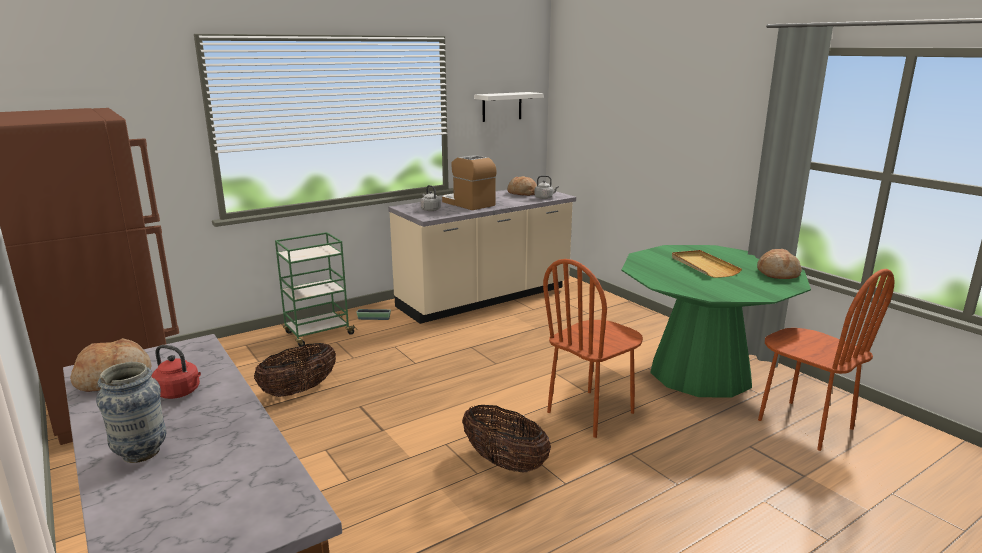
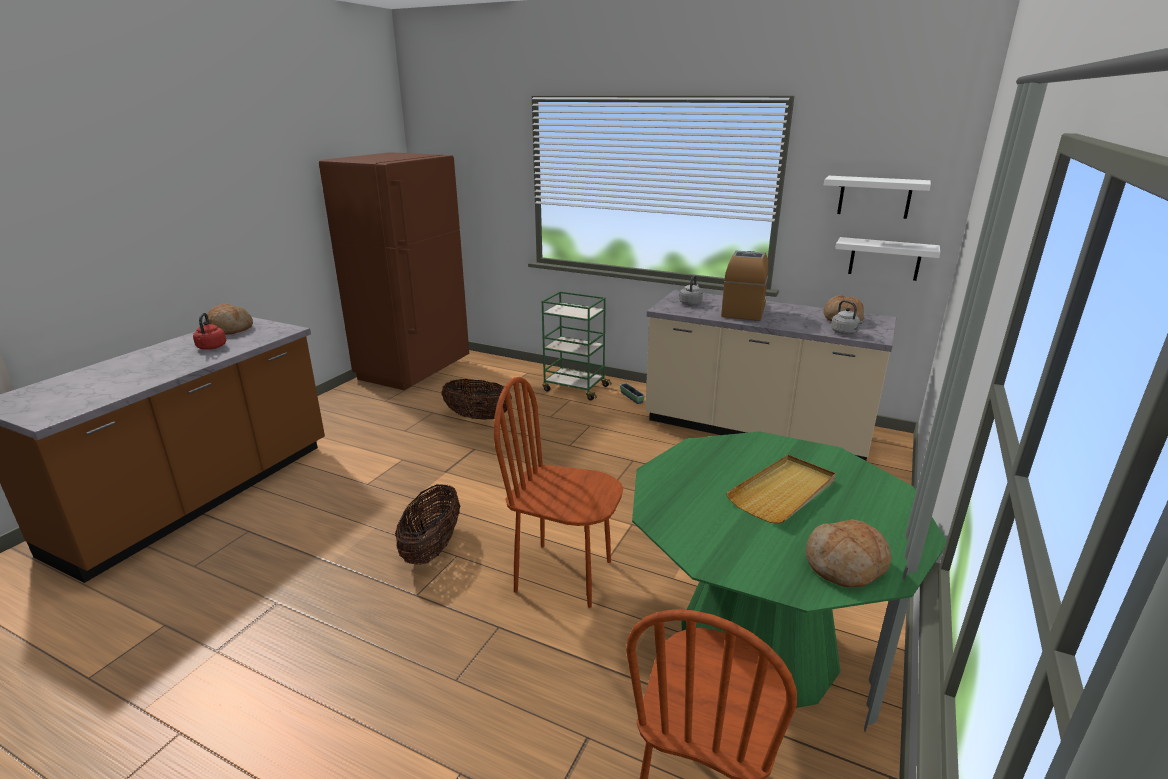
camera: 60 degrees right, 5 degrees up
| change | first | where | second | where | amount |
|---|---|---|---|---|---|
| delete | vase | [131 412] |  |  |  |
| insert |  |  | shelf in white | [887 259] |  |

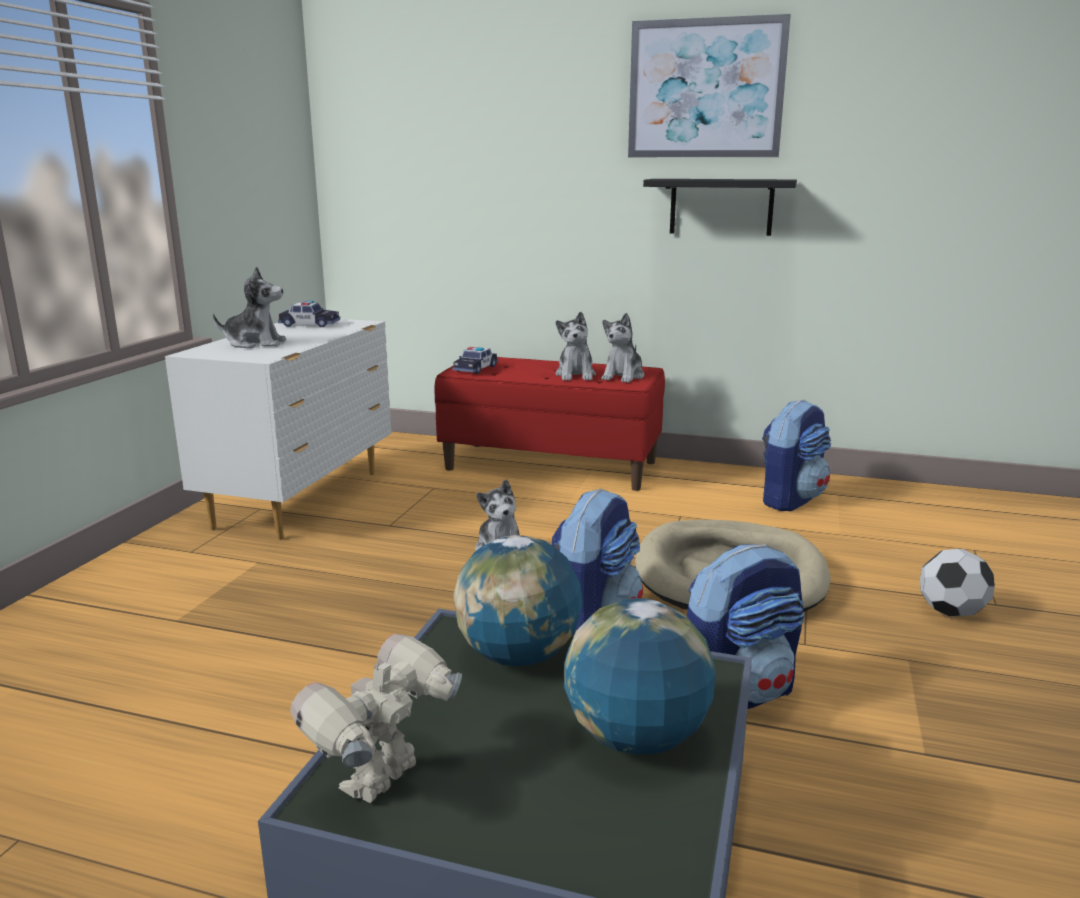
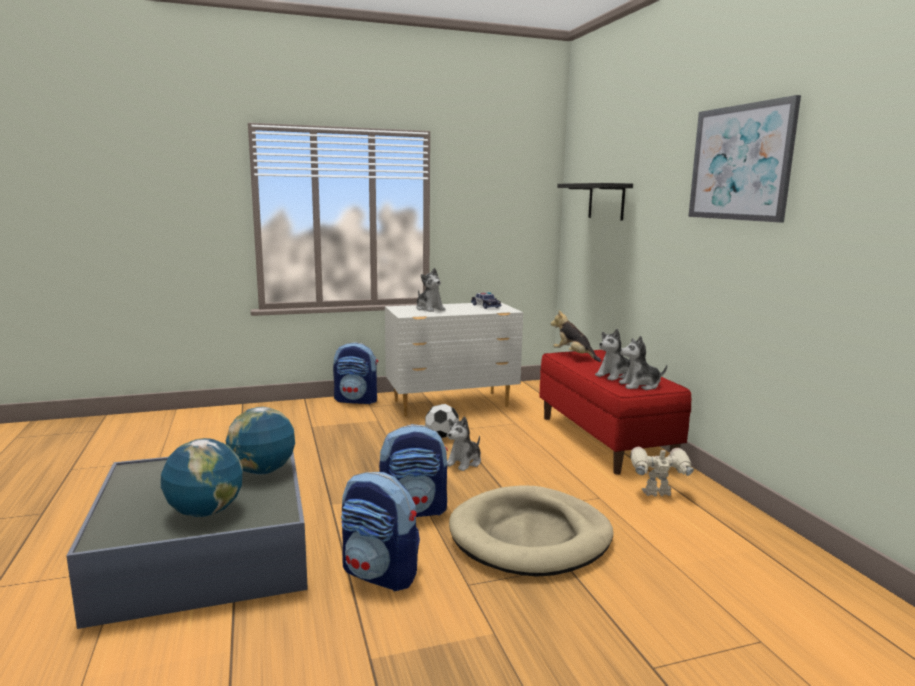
camera: 55 degrees right, 5 degrees down
| change | first | where | second | where | amount |
|---|---|---|---|---|---|
| move | shelf in black | [720 207] |  | [595 202] |  |
| replace | toy car | [475 360] | plush toy | [576 336] |  |
| move | backpack | [796 455] |  | [355 373] |  |
| move | football | [957 582] |  | [442 421] |  |
| move | toy robot | [376 718] |  | [662 471] |  |

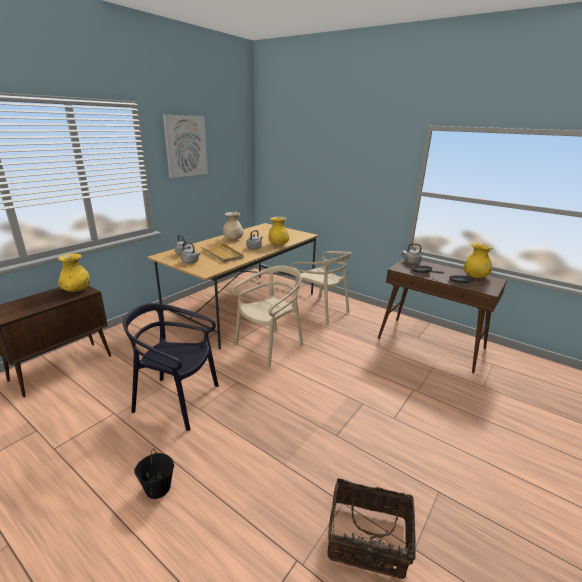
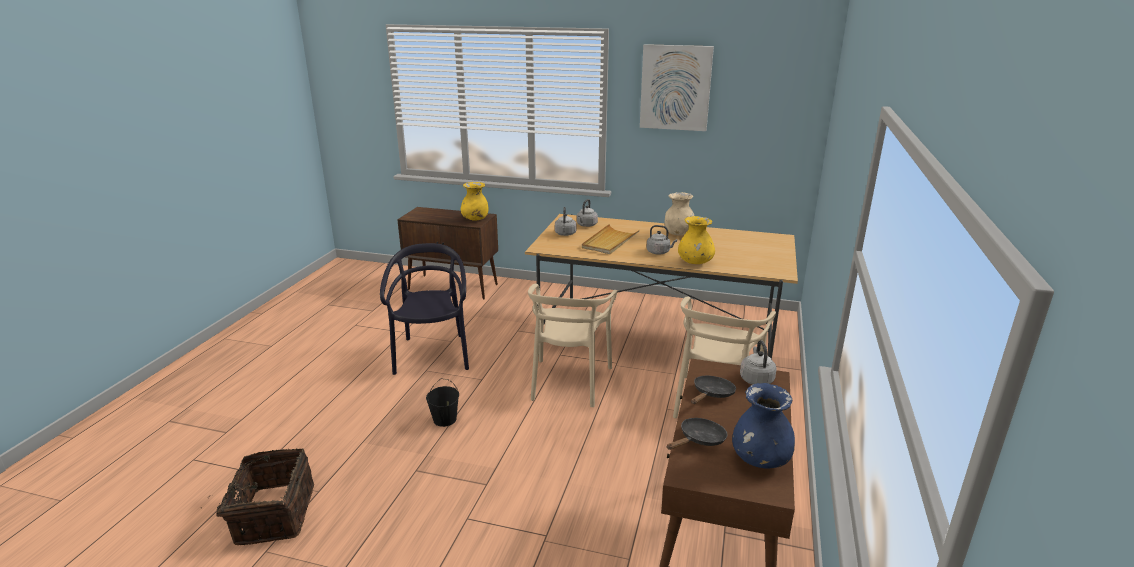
camera: 70 degrees right, 0 degrees up
| change | first | where | second | where | amount |
|---|---|---|---|---|---|
| recolor | vase in yellow | [479 260] | vase in blue | [763 426] |  |
| rotate | chair in beige | [267 316] |  | [572 345] | 75 degrees clockwise |
| move | bucket in black | [154 474] |  | [442 402] |  |

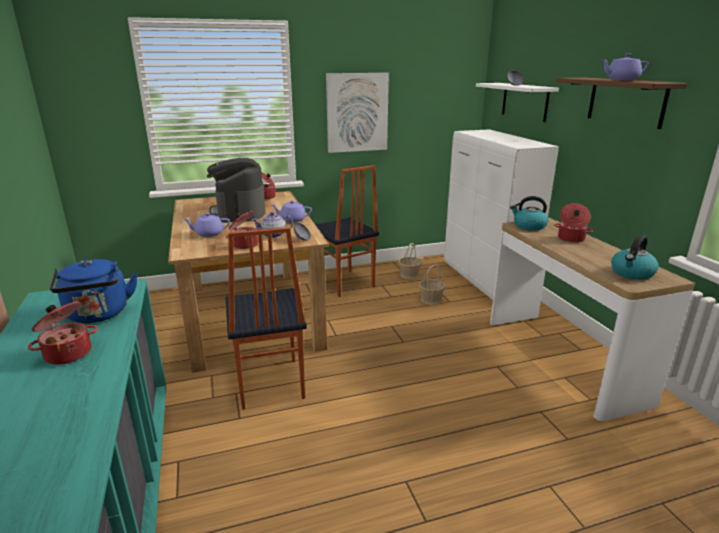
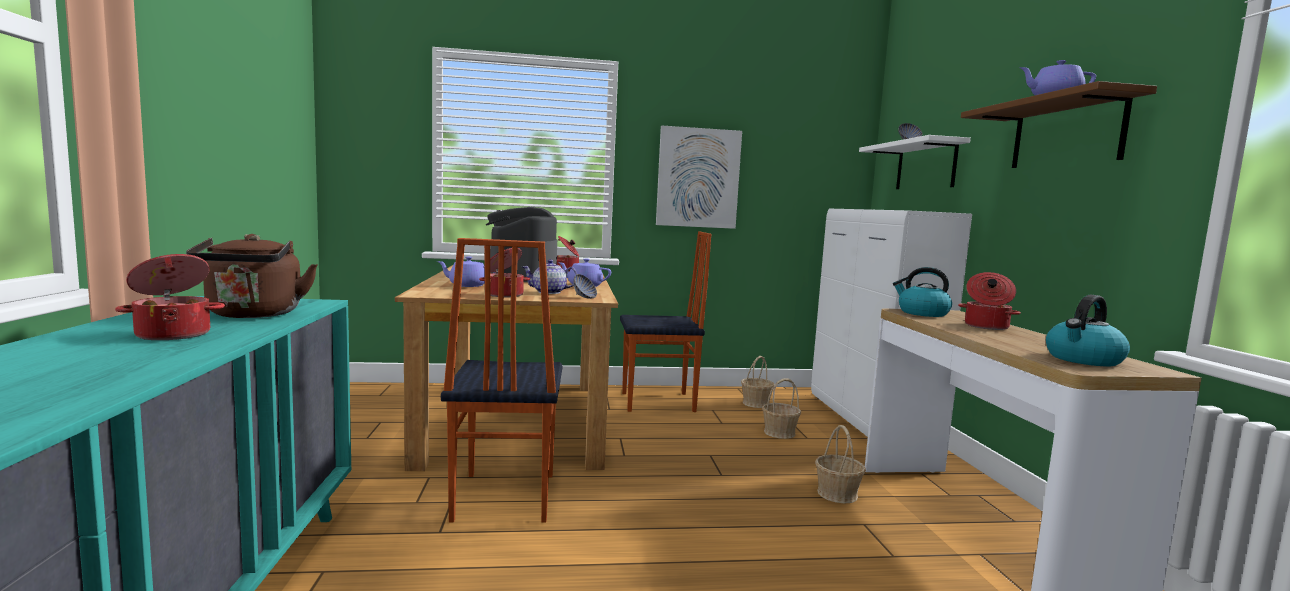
camera: 10 degrees right, 15 degrees down
| change | first | where | second | where | amount |
|---|---|---|---|---|---|
| rotate | chair | [347 231] |  | [666 321] | 75 degrees counterclockwise |
| recolor | kettle in blue | [93 291] | kettle in brown | [252 276] |  |
| insert |  |  | basket | [840 464] |  |

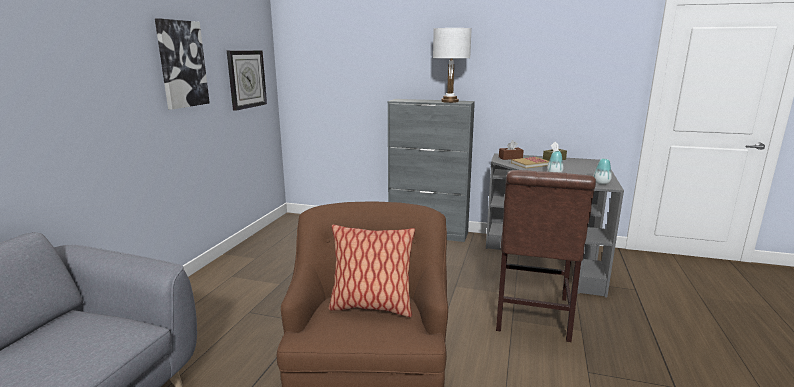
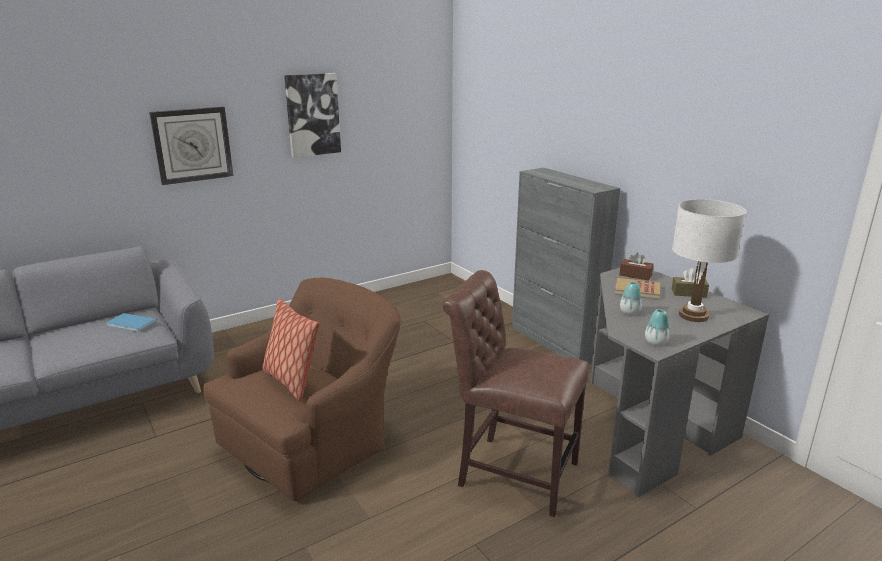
camera: 40 degrees right, 5 degrees up
| change | first | where | second | where | amount |
|---|---|---|---|---|---|
| move | table lamp in white | [452 65] |  | [709 260] |  |
| move | wall clock | [247 80] |  | [191 146] |  |
| rotate | chair in brown | [546 256] |  | [515 393] | 60 degrees clockwise |
| insert |  |  | book in blue | [131 322] |  |

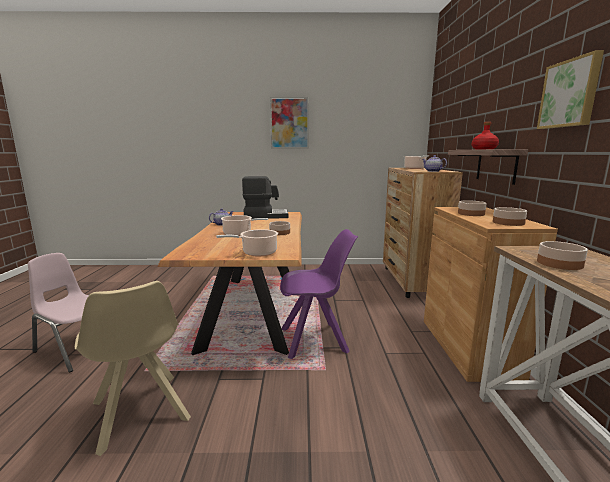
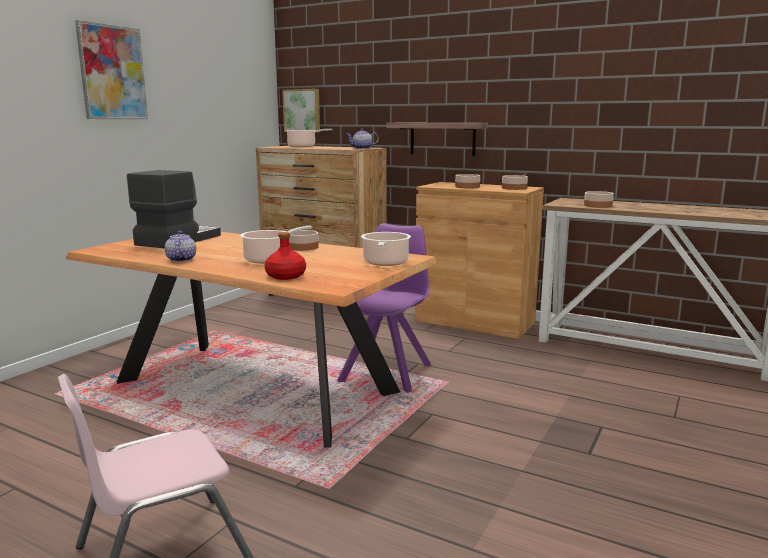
camera: 60 degrees left, 0 degrees up
| change | first | where | second | where | amount |
|---|---|---|---|---|---|
| move | picture | [570 89] |  | [301 110] |  |
| move | bottle in red | [485 135] |  | [285 256] |  |
| delete | chair in beige | [133 368] |  |  |  |

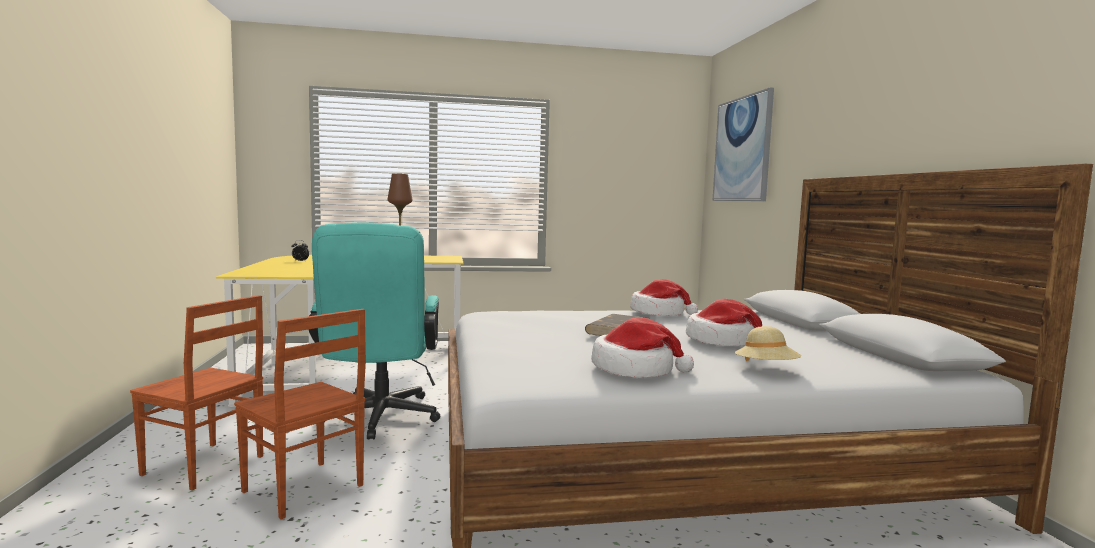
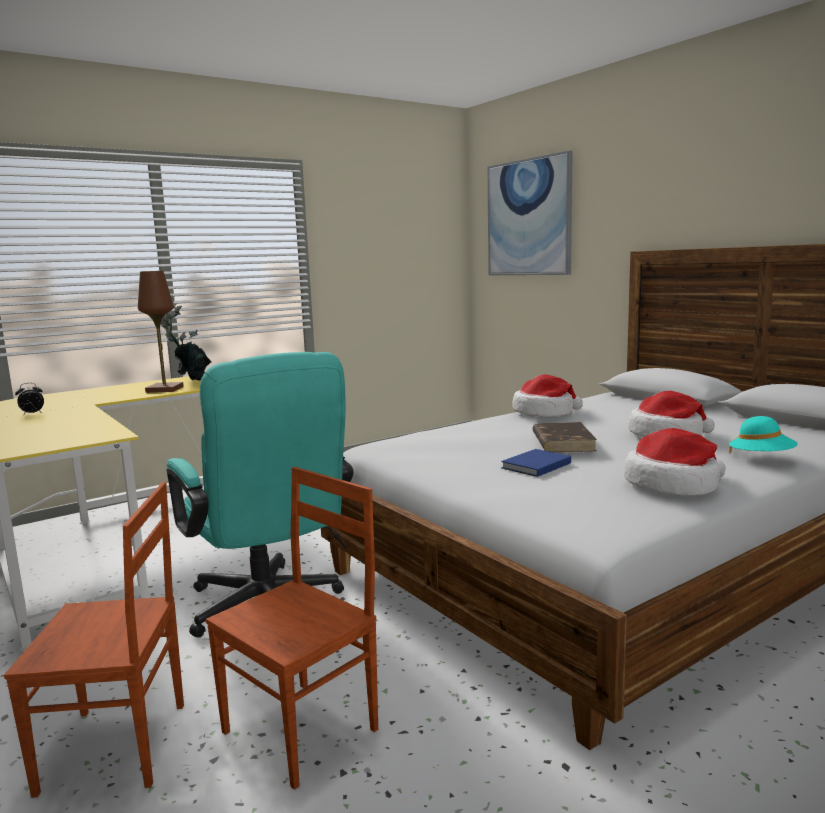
camera: 25 degrees left, 5 degrees up
| change | first | where | second | where | amount |
|---|---|---|---|---|---|
| rotate | chair in brown | [300 414] |  | [291 628] | 60 degrees counterclockwise |
| recolor | hat in beige | [768 343] | hat in turquoise | [763 434] |  |
| insert |  |  | potted plant | [186 338] |  |
| insert |  |  | book in blue | [536 463] |  |

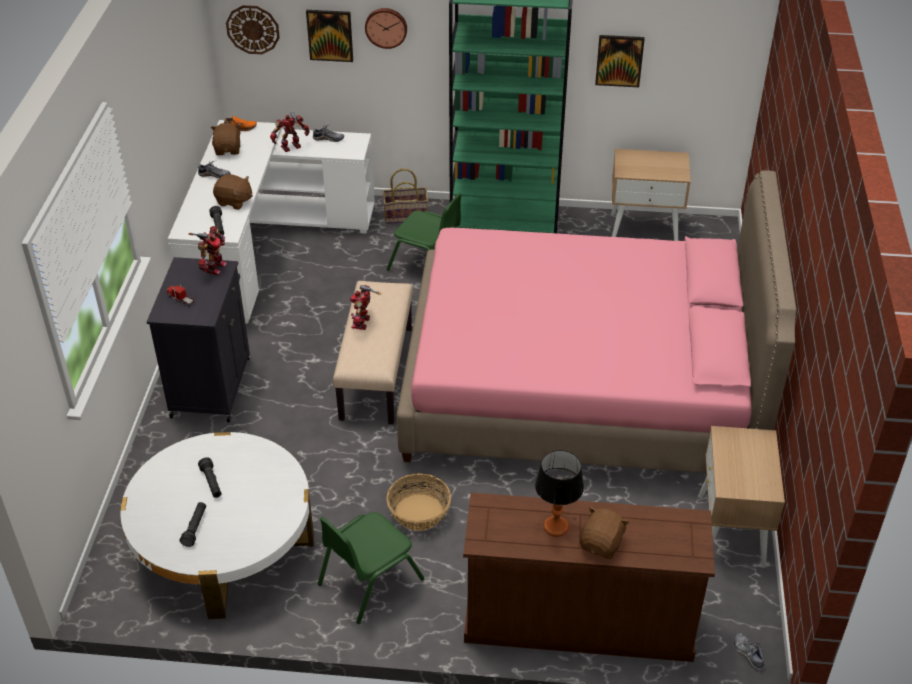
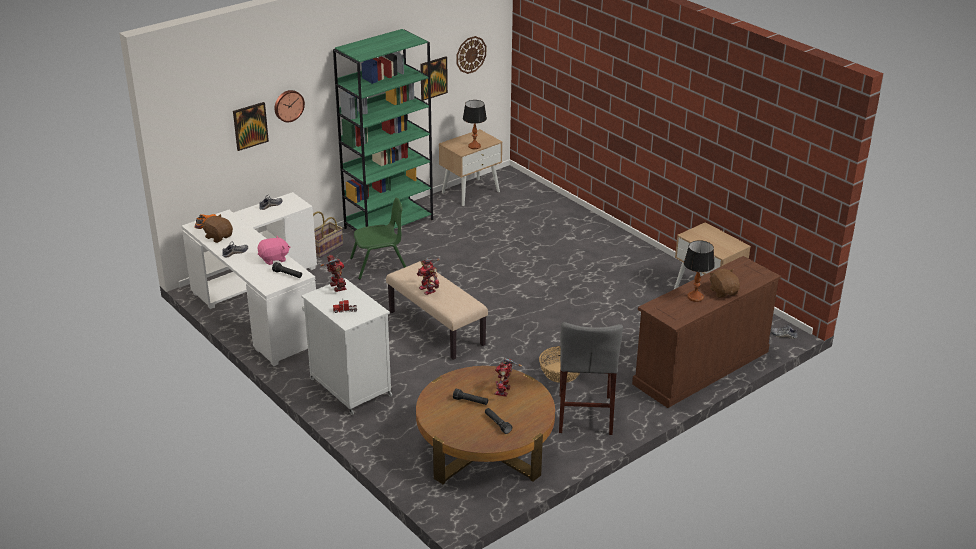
camera: 45 degrees left, 10 degrees down
| change | first | where | second | where | amount |
|---|---|---|---|---|---|
| move | wall clock | [253 29] |  | [471 55] |  |
| move | toy robot | [290 132] |  | [508 377] |  |
| delete | bed in pink | [597 321] |  |  |  |
| recolor | plush toy in brown | [233 192] | plush toy in pink | [274 250] |  |
| recolor | cabinet in black | [198 339] | cabinet in white | [346 346] |  |
| recolor | coffee table in white | [217 525] | coffee table in brown | [485 425] |  |
| replace | chair in green | [371 568] | stool in grey | [591 378] |  |
| insert |  |  | table lamp | [475 124] |  |

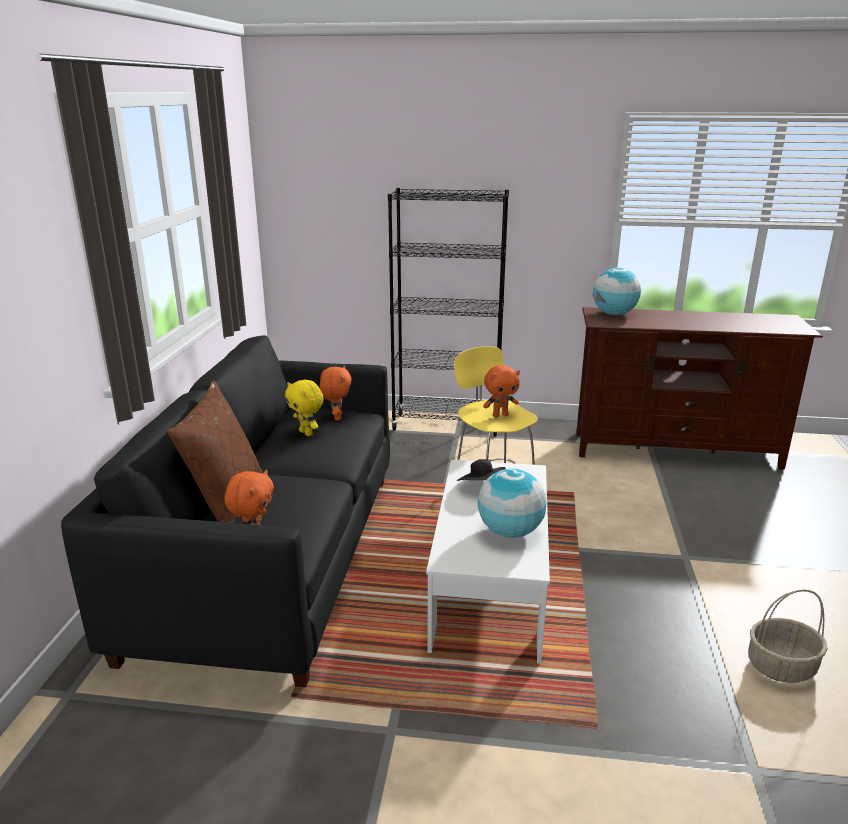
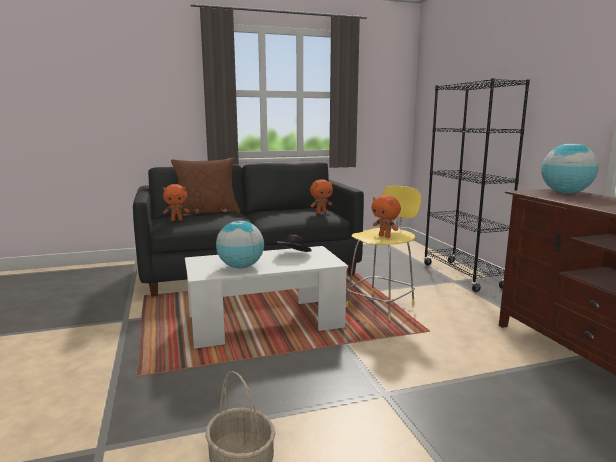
camera: 65 degrees right, 10 degrees down
| change | first | where | second | where | amount |
|---|---|---|---|---|---|
| delete | plush toy in yellow | [304 408] |  |  |  |

